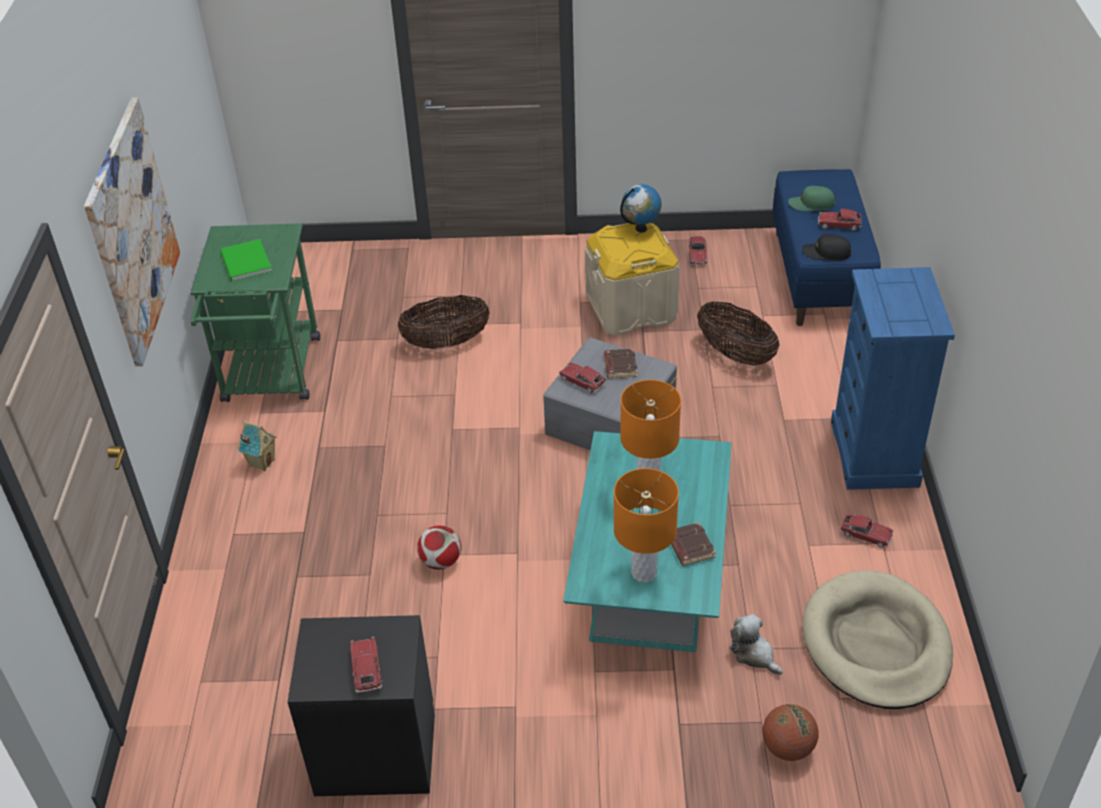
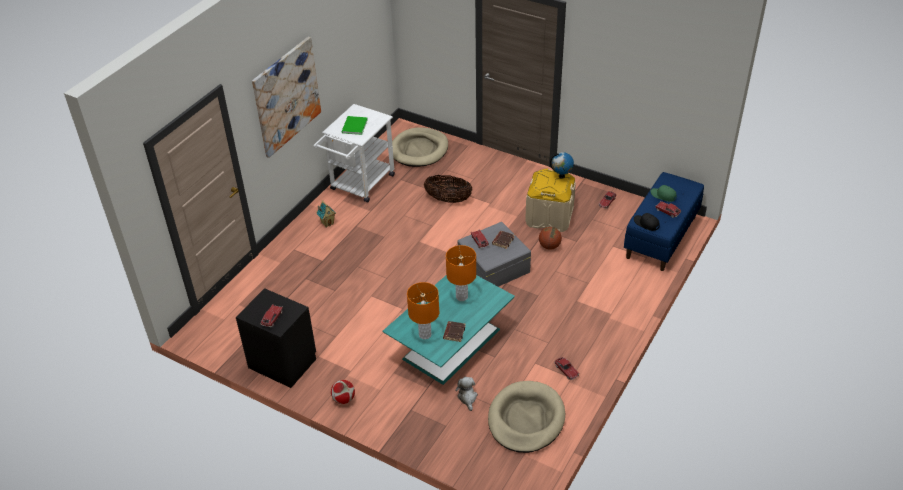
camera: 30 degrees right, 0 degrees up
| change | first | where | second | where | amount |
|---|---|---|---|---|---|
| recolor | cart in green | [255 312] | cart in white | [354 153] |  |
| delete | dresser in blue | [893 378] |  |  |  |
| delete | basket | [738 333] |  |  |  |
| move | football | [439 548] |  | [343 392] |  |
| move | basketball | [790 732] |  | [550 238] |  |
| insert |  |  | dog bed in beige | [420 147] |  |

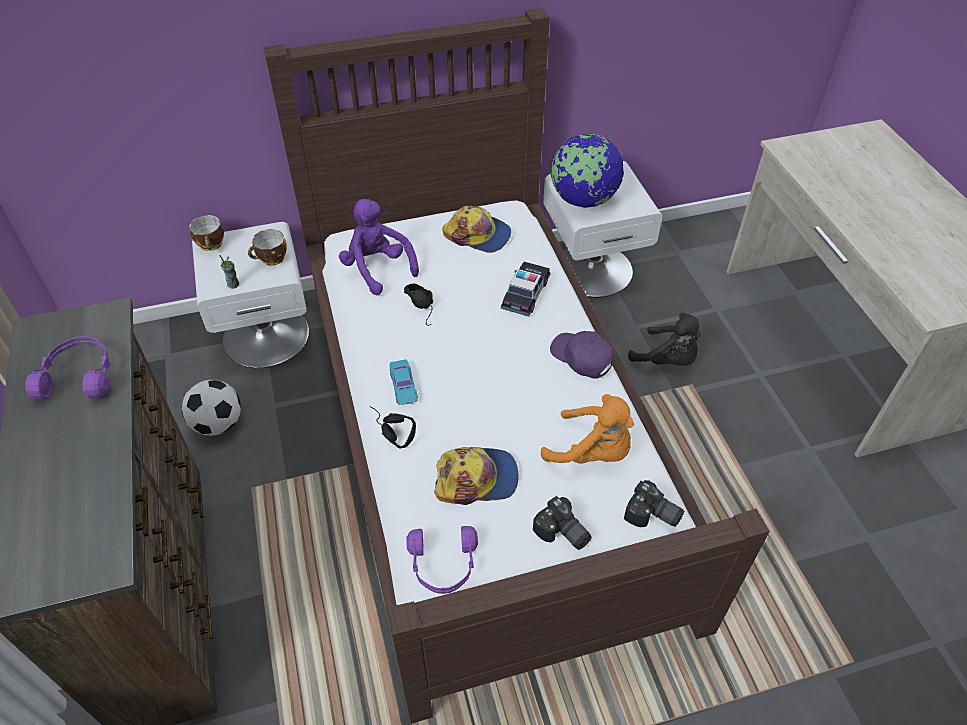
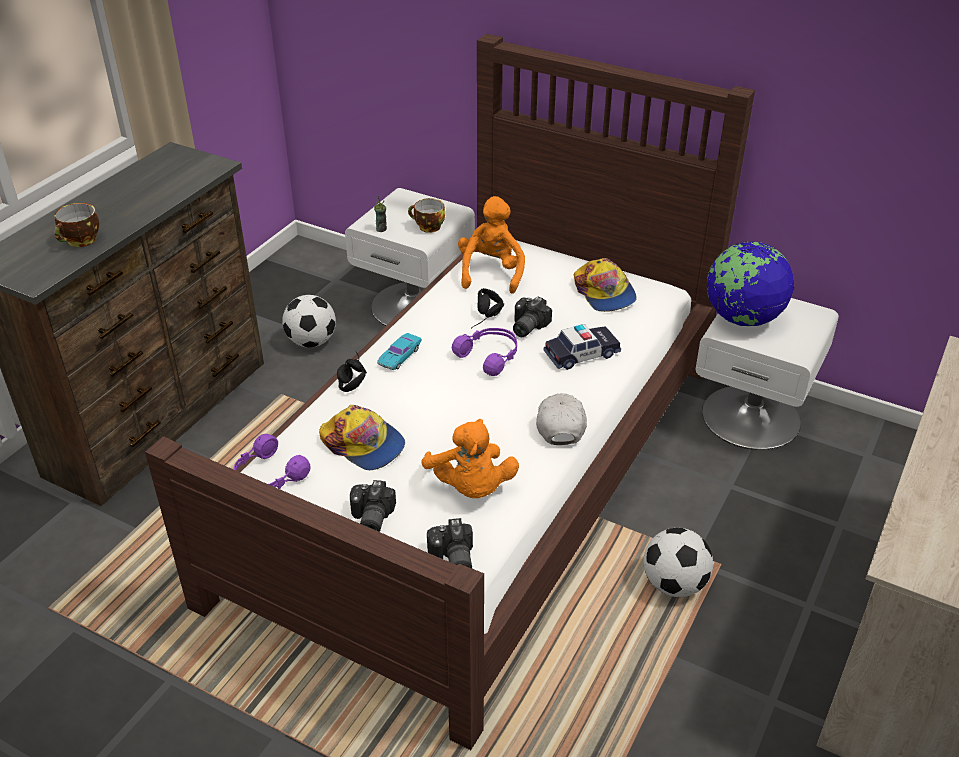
camera: 45 degrees right, 10 degrees down
| change | first | where | second | where | amount |
|---|---|---|---|---|---|
| recolor | plush toy in purple | [379 247] | plush toy in orange | [491 245] |  |
| move | cup | [206 233] |  | [76 225] |  |
| delete | plush toy in black | [664 339] |  |  |  |
| recolor | cap in purple | [582 354] | cap in white | [561 419] |  |
| move | headphones in purple | [68 367] |  | [484 352] |  |
| insert |  |  | photo camera | [532 317] |  |
| insert |  |  | football | [678 562] |  |

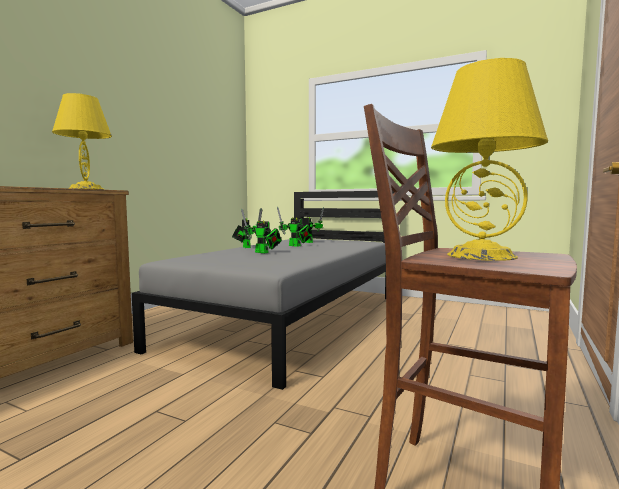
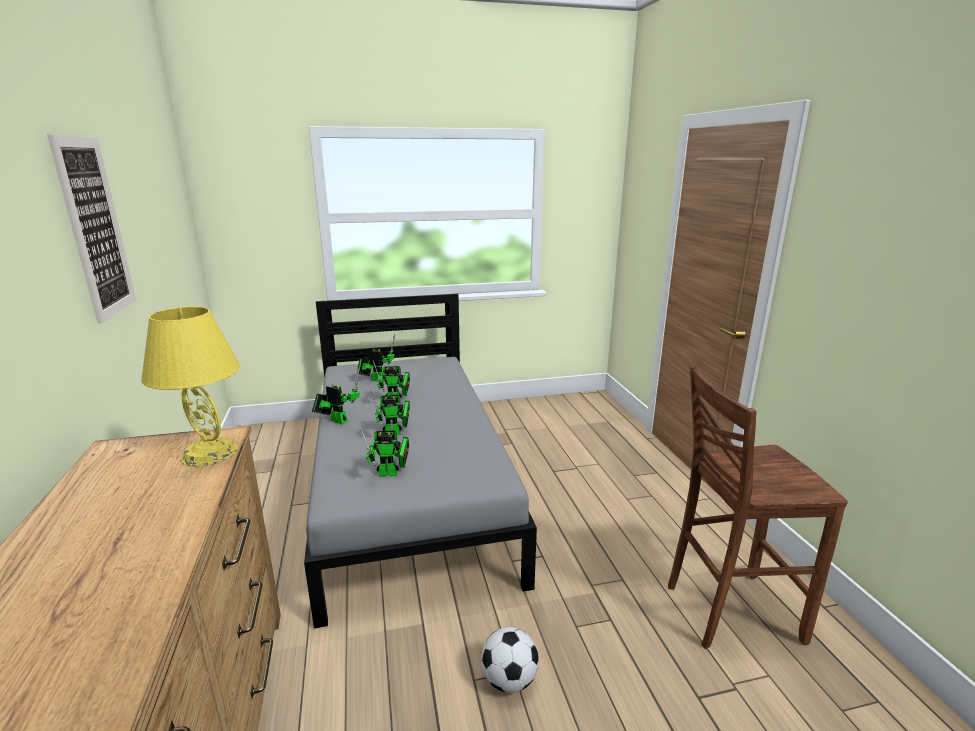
camera: 40 degrees left, 15 degrees up
| change | first | where | second | where | amount |
|---|---|---|---|---|---|
| delete | table lamp in yellow | [489 159] |  |  |  |
| insert |  |  | picture | [91 229] |  |
| insert |  |  | toy robot | [384 451] |  |
| insert |  |  | football | [510 660] |  |

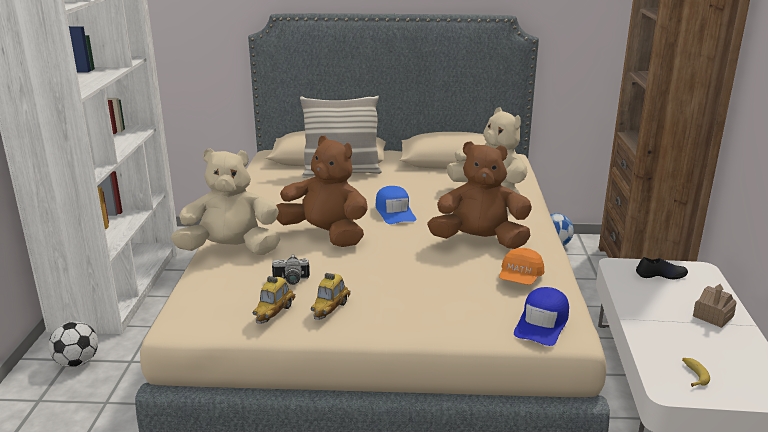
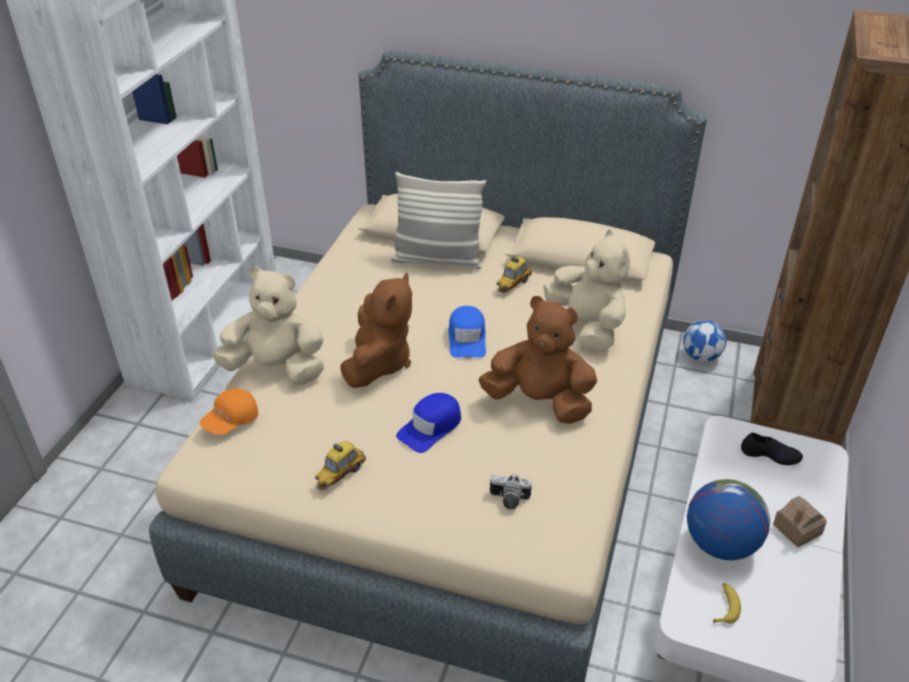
camera: 15 degrees right, 15 degrees up
| change | first | where | second | where | amount |
|---|---|---|---|---|---|
| rotate | plush toy in brown | [322 191] |  | [376 330] | 60 degrees clockwise |
| move | cap in orange | [521 266] |  | [229 411] |  |
| move | photo camera | [291 269] |  | [511 491] |  |
| move | toy car | [274 300] |  | [514 275] |  |
| move | cap in blue | [541 316] |  | [428 423] |  |
| delete | football | [73 344] |  |  |  |
| insert |  |  | globe | [728 519] |  |

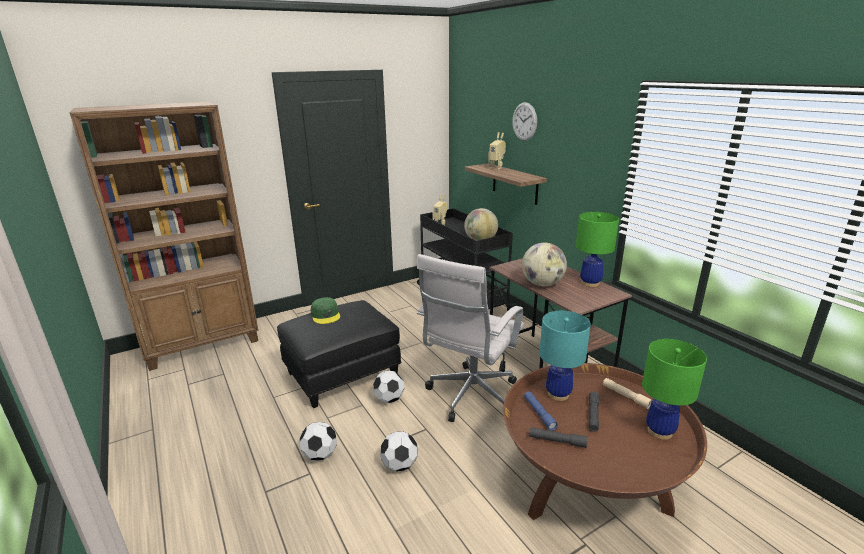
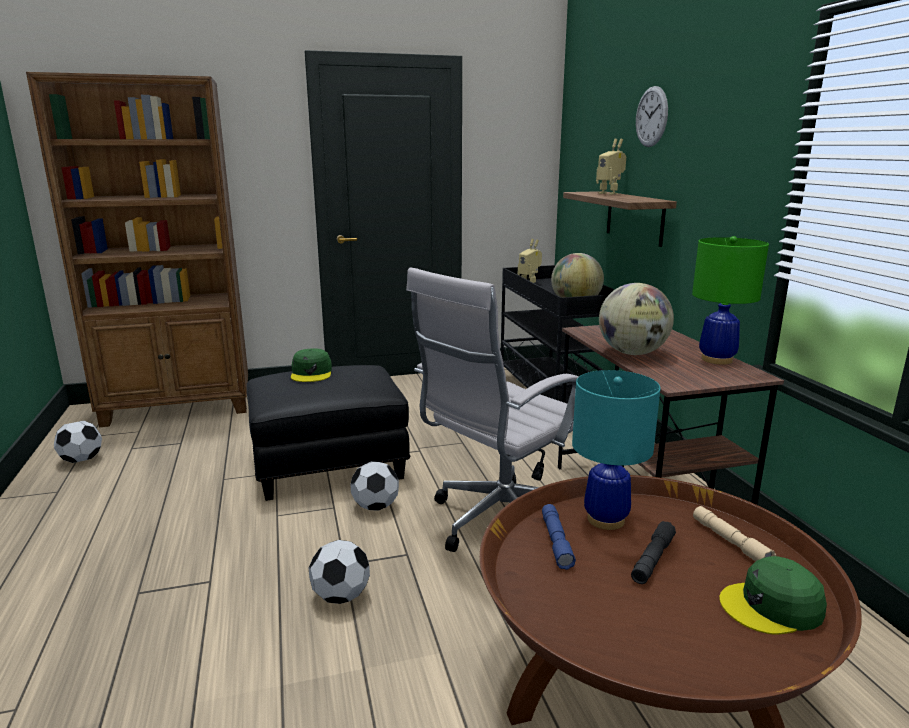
camera: 15 degrees right, 5 degrees down
| change | first | where | second | where | amount |
|---|---|---|---|---|---|
| replace | table lamp in green | [674 389] | cap in green | [773 595] |  |
| move | football | [318 441] |  | [78 442] |  |
| delete | flashlight in grey | [559 437] |  |  |  |

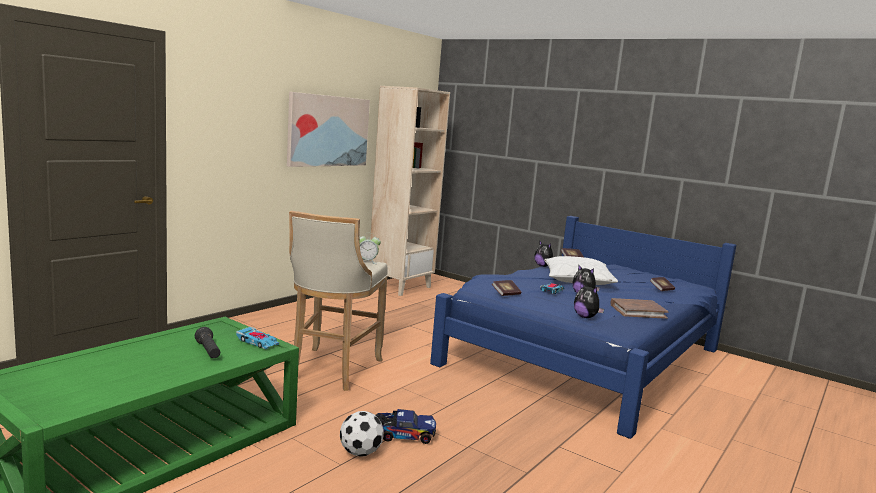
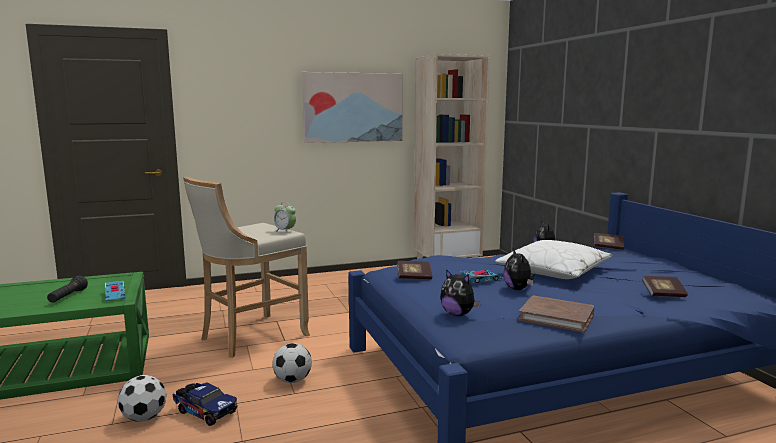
camera: 35 degrees right, 0 degrees up
| change | first | where | second | where | amount |
|---|---|---|---|---|---|
| rotate | plush toy | [589 300] |  | [460 292] | 45 degrees counterclockwise |
| insert |  |  | football | [292 363] |  |

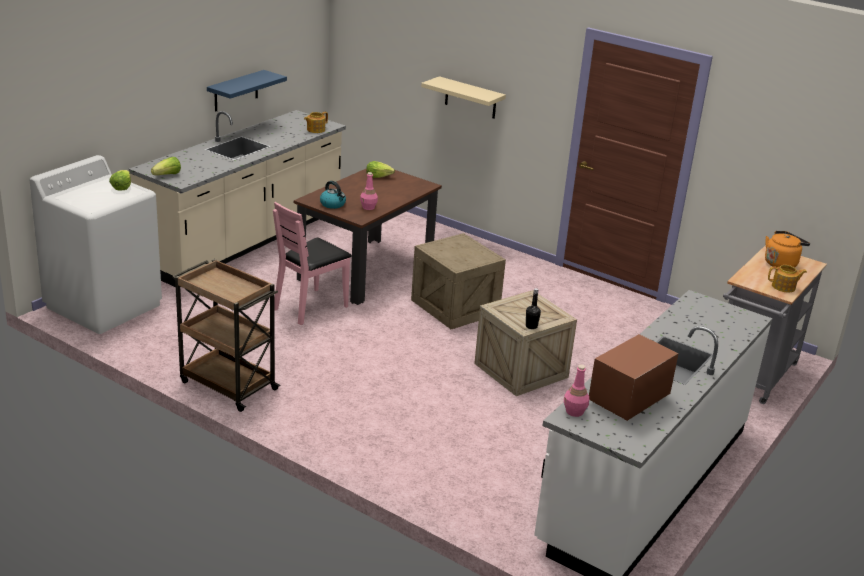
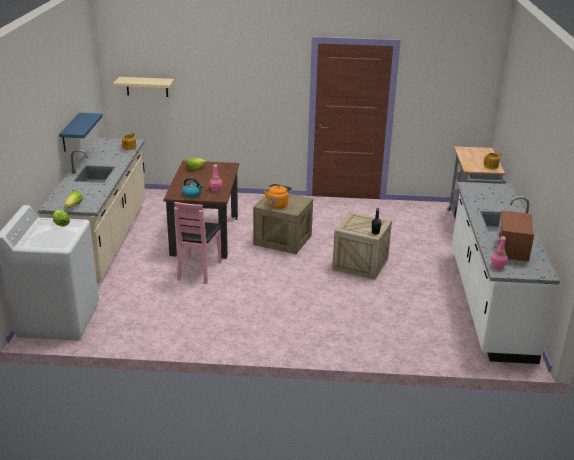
camera: 30 degrees left, 0 degrees up
| change | first | where | second | where | amount |
|---|---|---|---|---|---|
| move | shelf in beige | [463 97] |  | [143 87] |  |
| move | kettle in orange | [787 249] |  | [278 196] |  |
| delete | cart in brown | [226 335] |  |  |  |

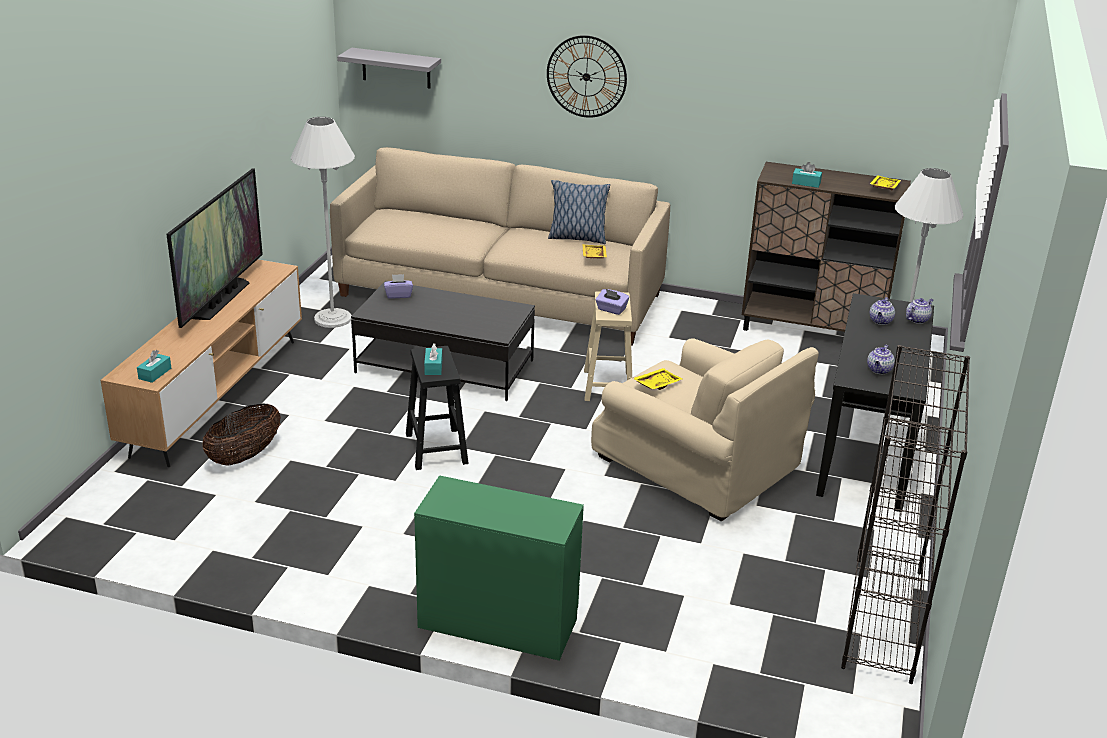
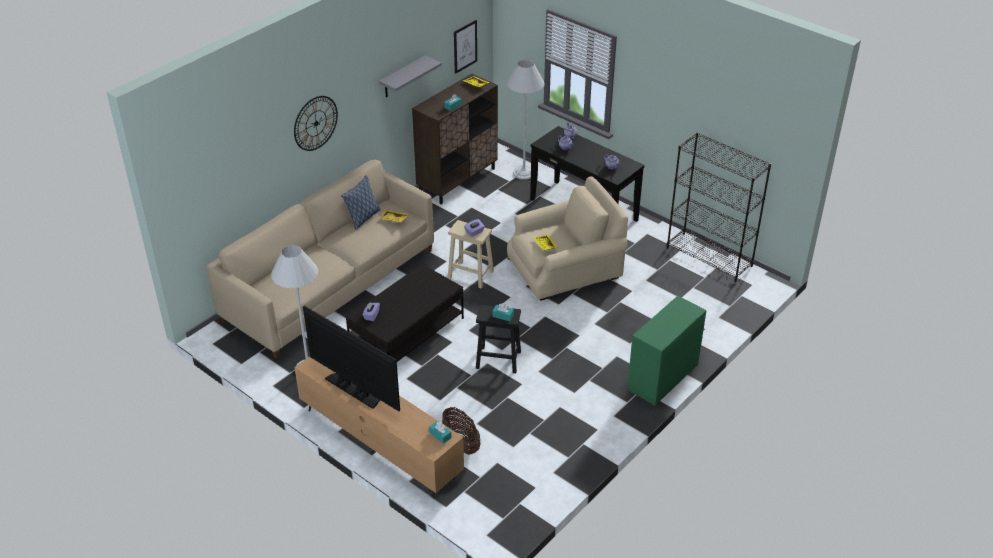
camera: 65 degrees left, 10 degrees up
| change | first | where | second | where | amount |
|---|---|---|---|---|---|
| move | shelf in grey | [389 67] |  | [410 76] |  |
| insert |  |  | picture | [465 47] |  |

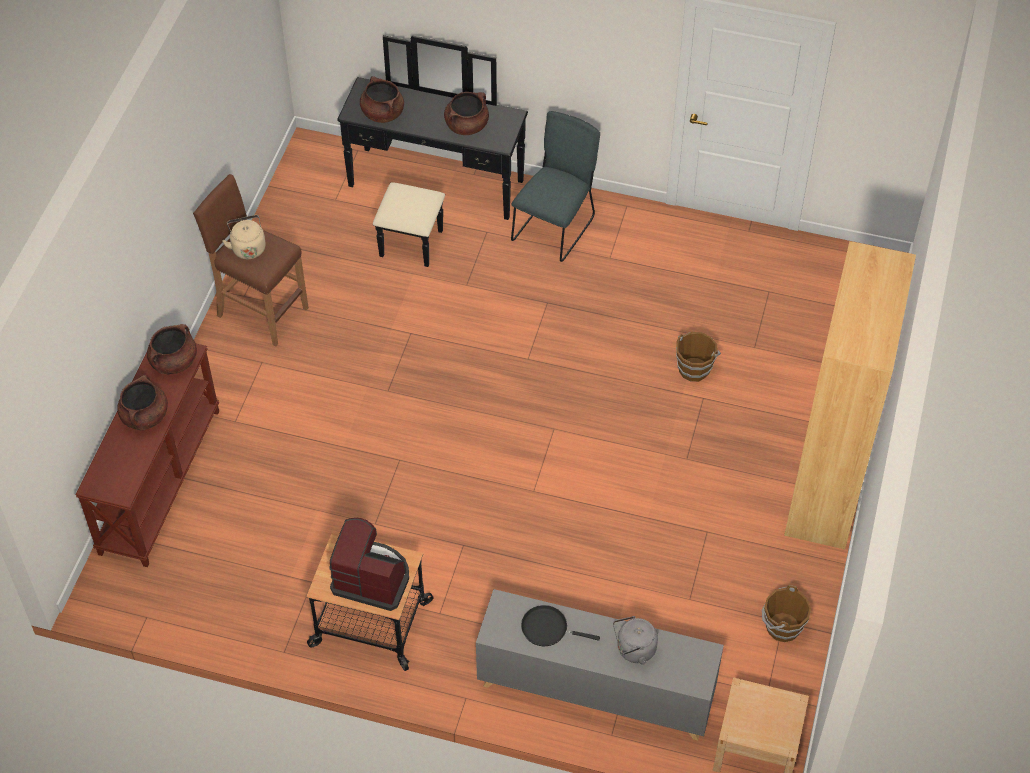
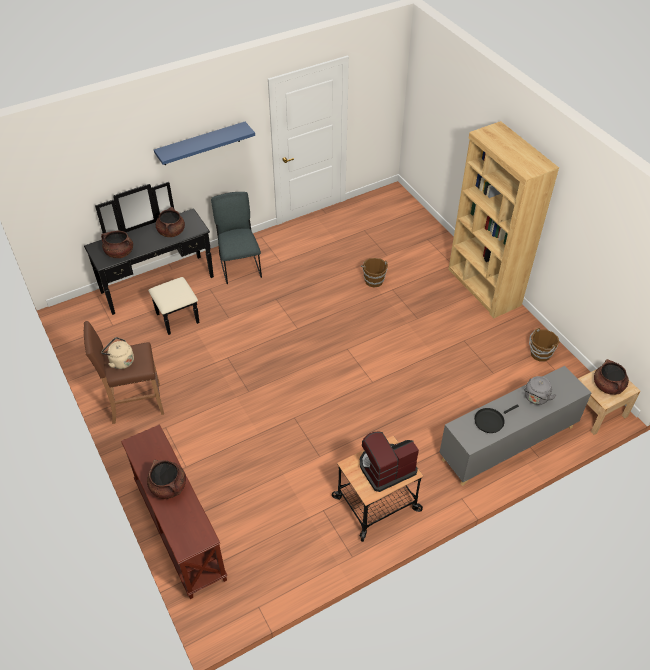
camera: 45 degrees left, 5 degrees down
| change | first | where | second | where | amount |
|---|---|---|---|---|---|
| move | cooking pot in brown | [172 349] |  | [611 377] |  |
| insert |  |  | shelf in blue | [204 143] |  |

